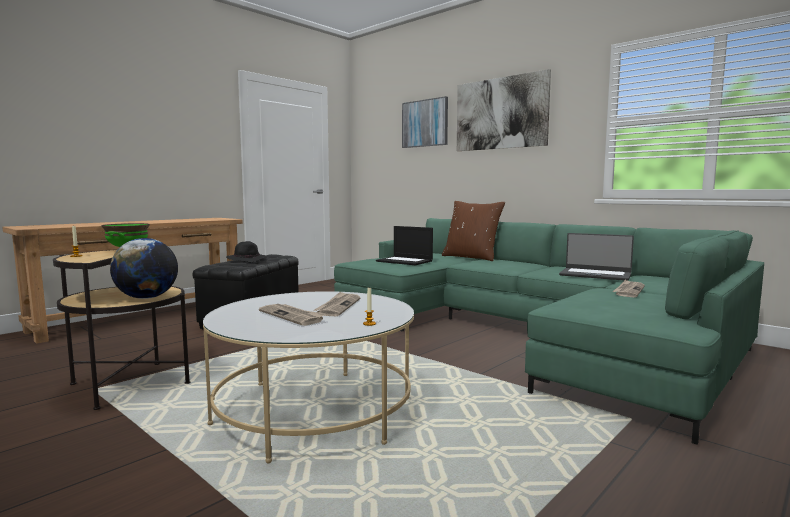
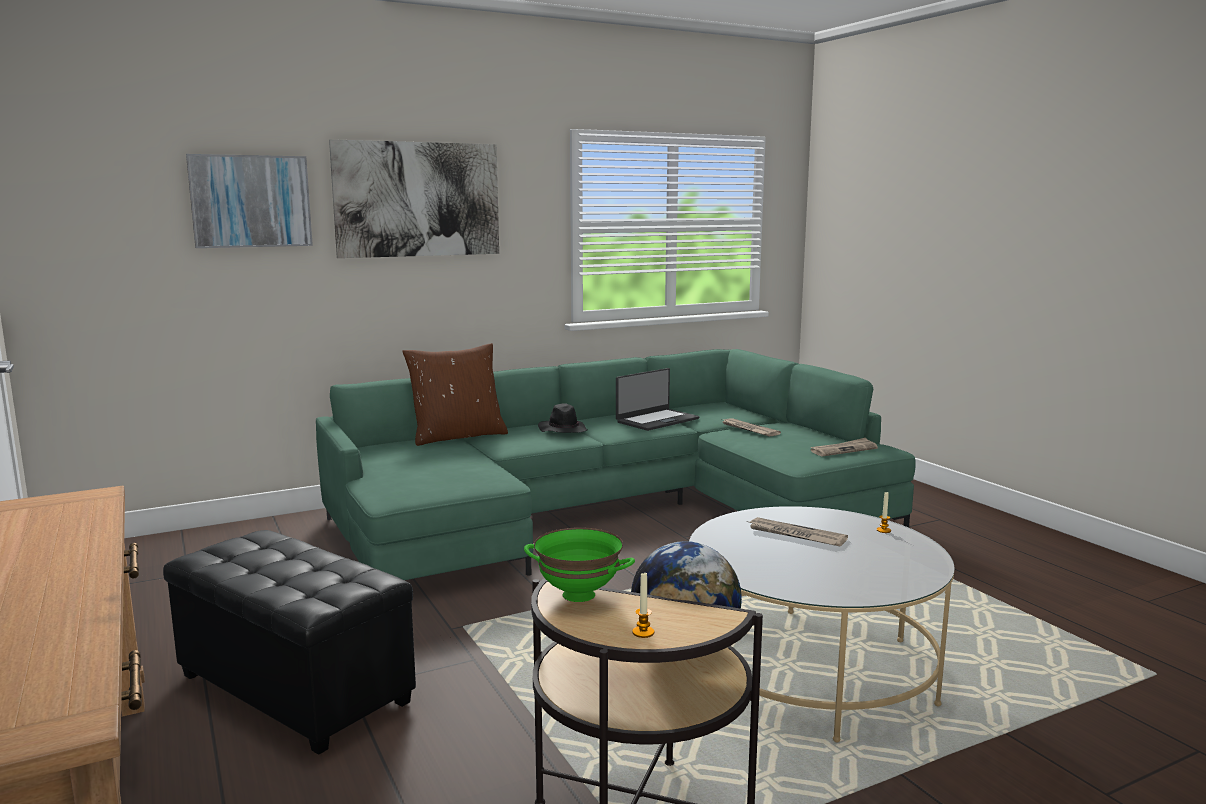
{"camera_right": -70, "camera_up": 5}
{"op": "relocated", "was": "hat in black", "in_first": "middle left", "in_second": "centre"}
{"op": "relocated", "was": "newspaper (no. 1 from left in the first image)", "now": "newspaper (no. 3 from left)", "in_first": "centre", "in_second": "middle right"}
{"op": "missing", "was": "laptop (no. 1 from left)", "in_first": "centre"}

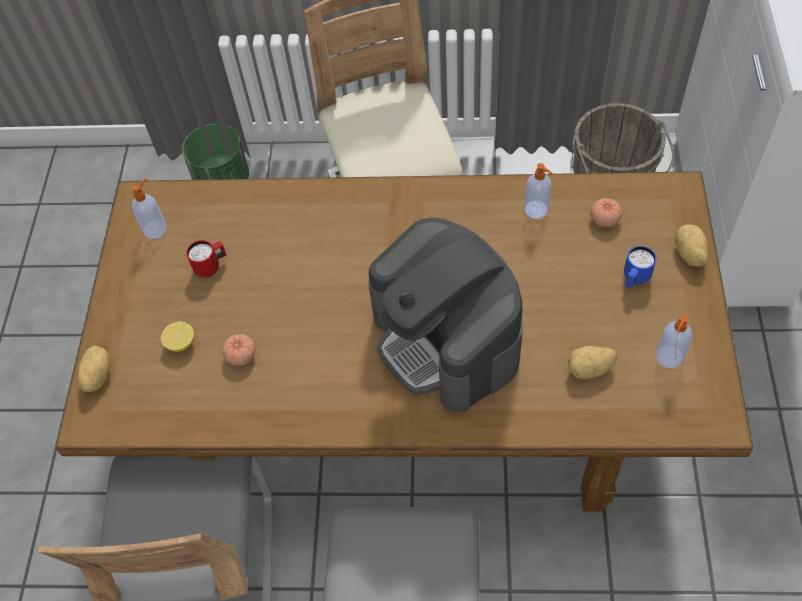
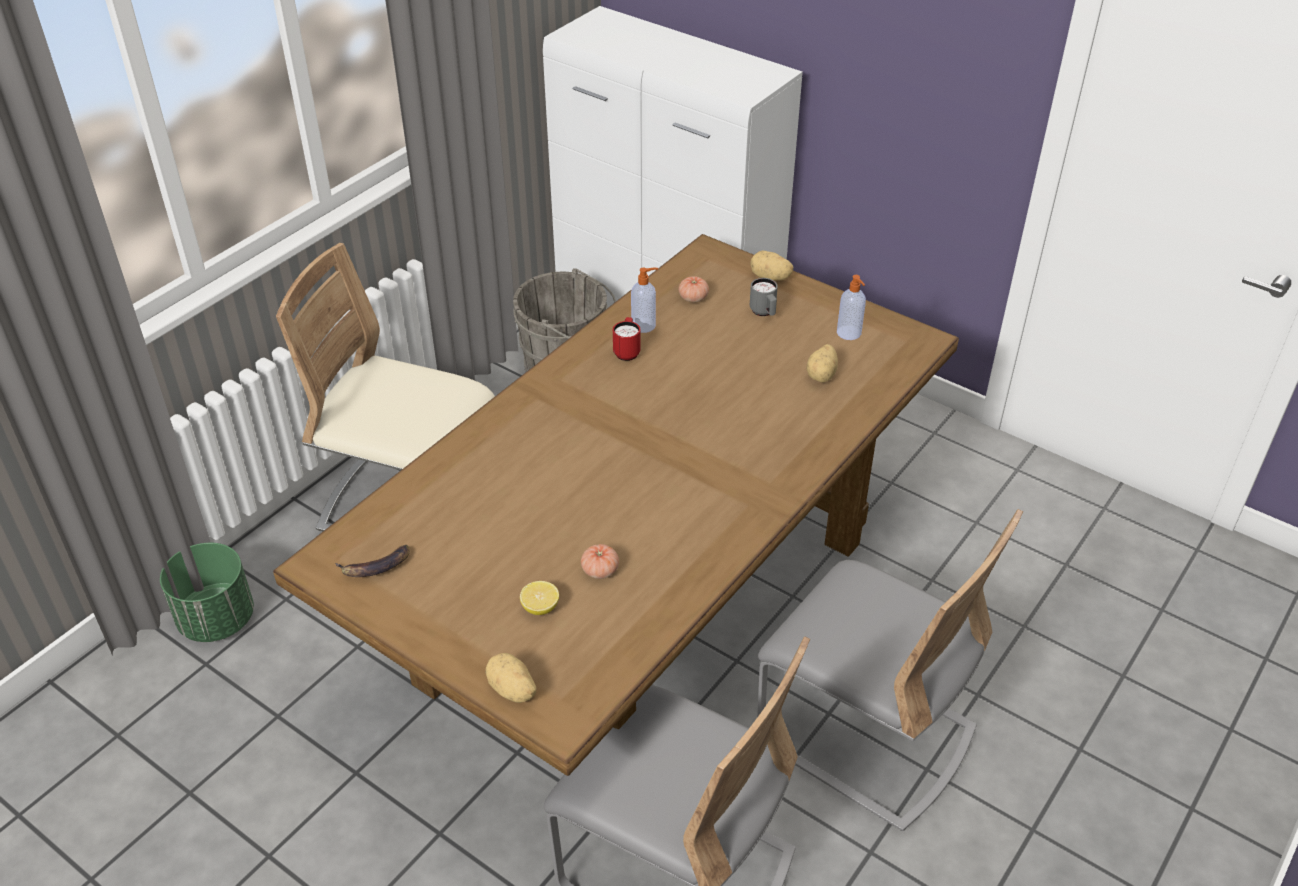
{"camera_right": -60, "camera_up": -15}
{"op": "exchanged", "was": "soap dispenser (no. 1 from left)", "now": "banana", "in_first": "middle left", "in_second": "middle left"}
{"op": "relocated", "was": "mug in red", "in_first": "middle left", "in_second": "centre"}
{"op": "colour", "was": "mug in blue", "now": "mug in grey", "in_first": "middle right", "in_second": "centre"}
{"op": "missing", "was": "coffee machine", "in_first": "centre"}

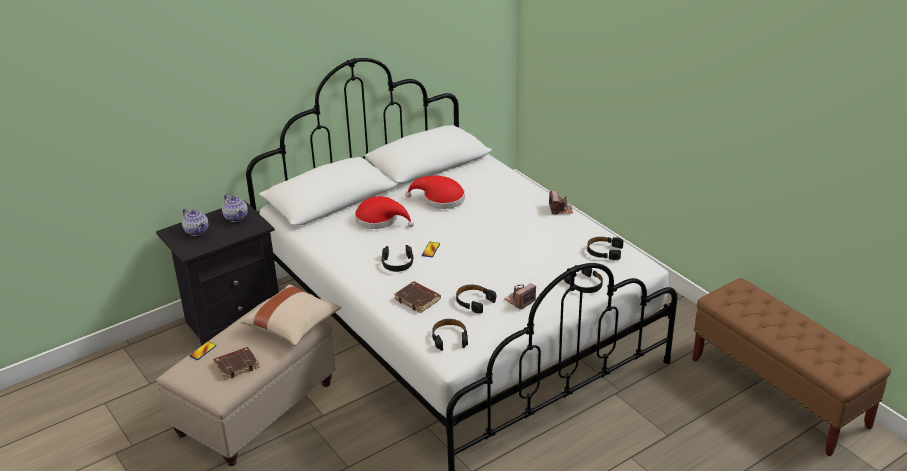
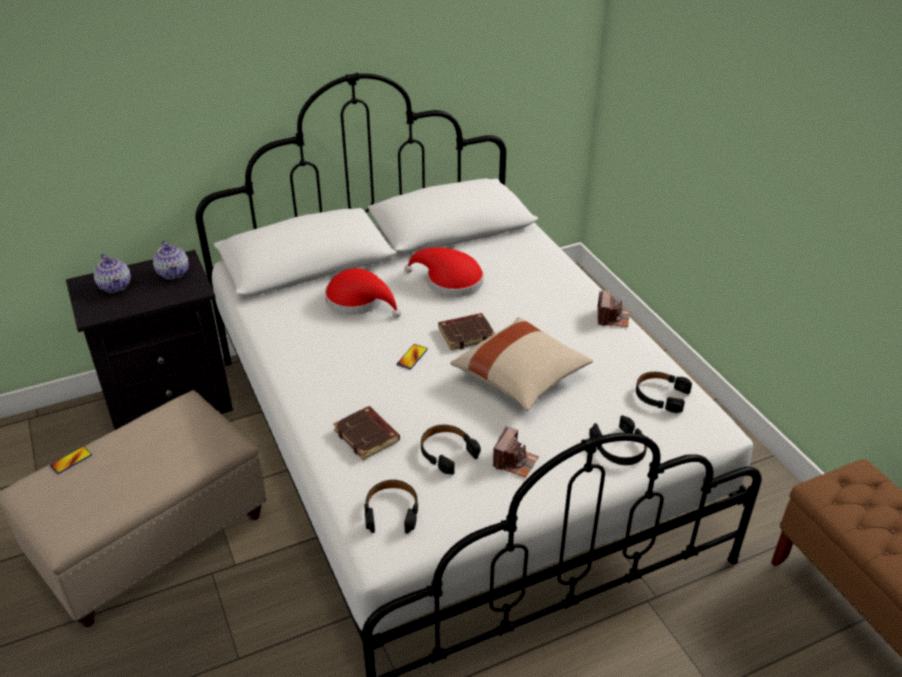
{"camera_right": 10, "camera_up": 5}
{"op": "relocated", "was": "book in brown (no. 1 from left in the first image)", "now": "book in brown (no. 2 from left)", "in_first": "bottom left", "in_second": "centre"}
{"op": "relocated", "was": "pillow in beige", "in_first": "bottom left", "in_second": "centre"}
{"op": "spun", "was": "photo camera (no. 1 from left)", "in_first": "centre", "in_second": "bottom centre", "clockwise": 150}
{"op": "missing", "was": "headphones in black (no. 1 from left)", "in_first": "centre"}

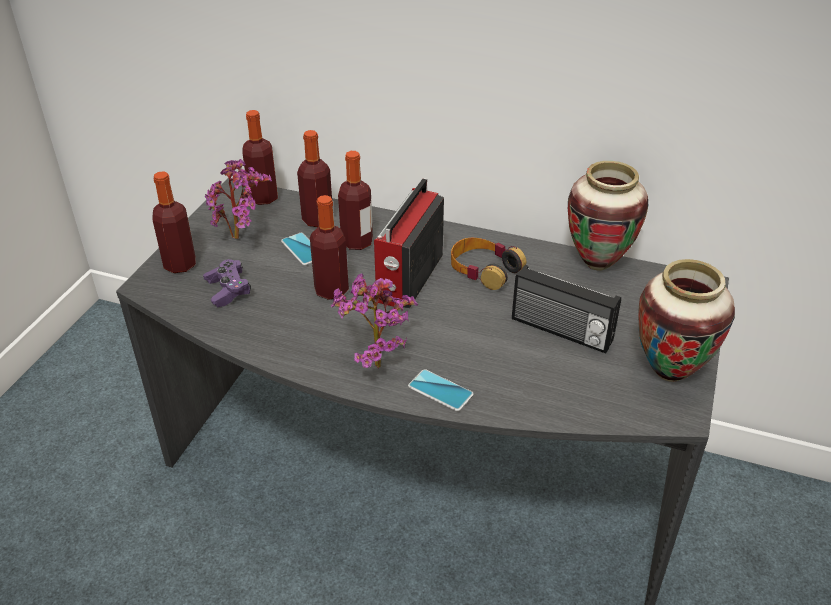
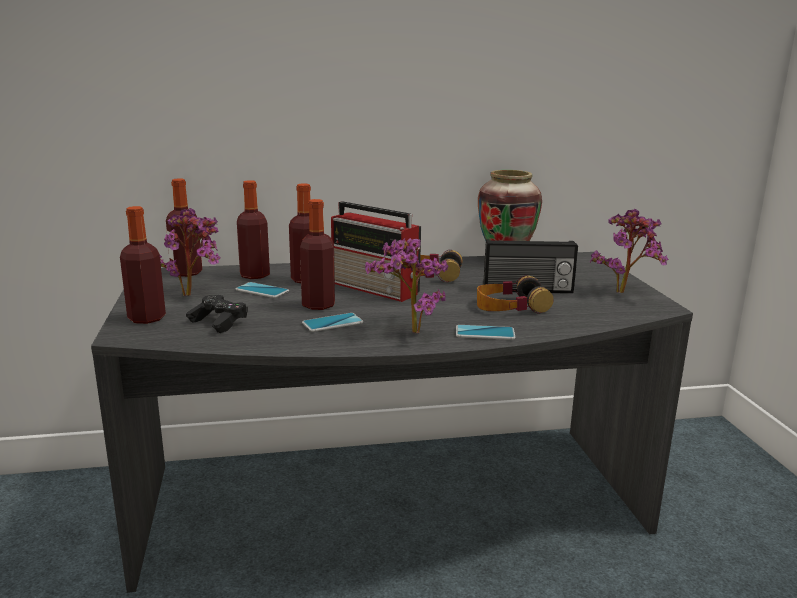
{"camera_right": -30, "camera_up": -20}
{"op": "colour", "was": "game controller in purple", "now": "game controller in black", "in_first": "middle left", "in_second": "middle left"}
{"op": "appeared", "now": "phone (no. 2 from left)", "in_second": "centre"}
{"op": "spun", "was": "radio (no. 1 from left)", "in_first": "centre", "in_second": "centre", "clockwise": -45}
{"op": "appeared", "now": "headphones (no. 2 from left)", "in_second": "centre"}
{"op": "exchanged", "was": "vase (no. 2 from left)", "now": "potted plant (no. 3 from left)", "in_first": "middle right", "in_second": "middle right"}

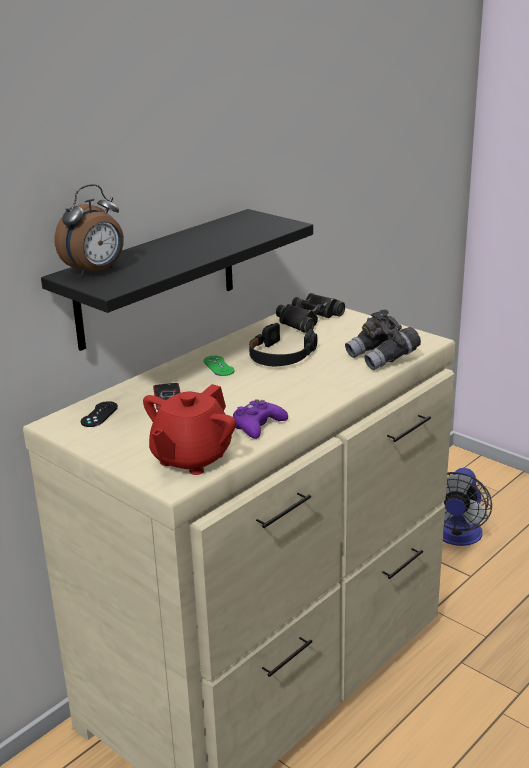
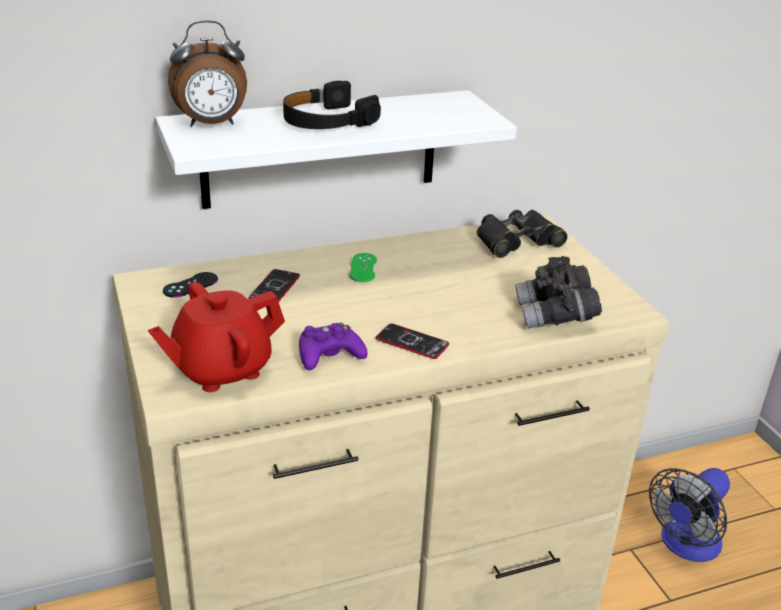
{"camera_right": 25, "camera_up": 5}
{"op": "colour", "was": "shelf in black", "now": "shelf in white", "in_first": "centre", "in_second": "top centre"}
{"op": "relocated", "was": "headphones in black", "in_first": "centre", "in_second": "top centre"}
{"op": "appeared", "now": "phone (no. 2 from left)", "in_second": "centre"}

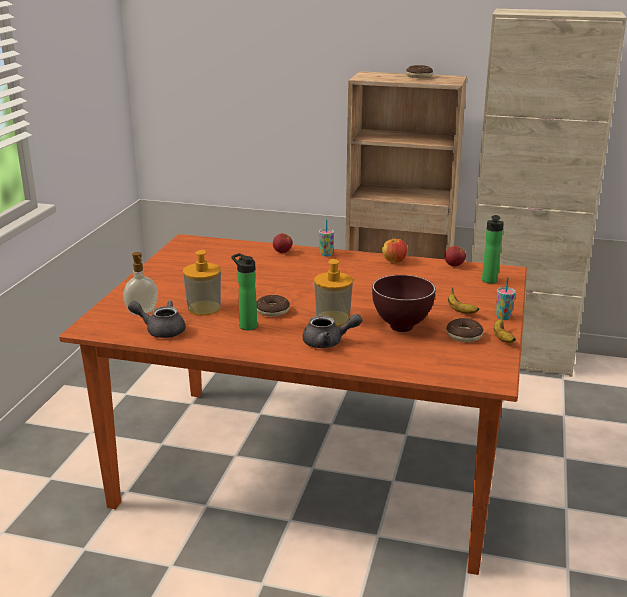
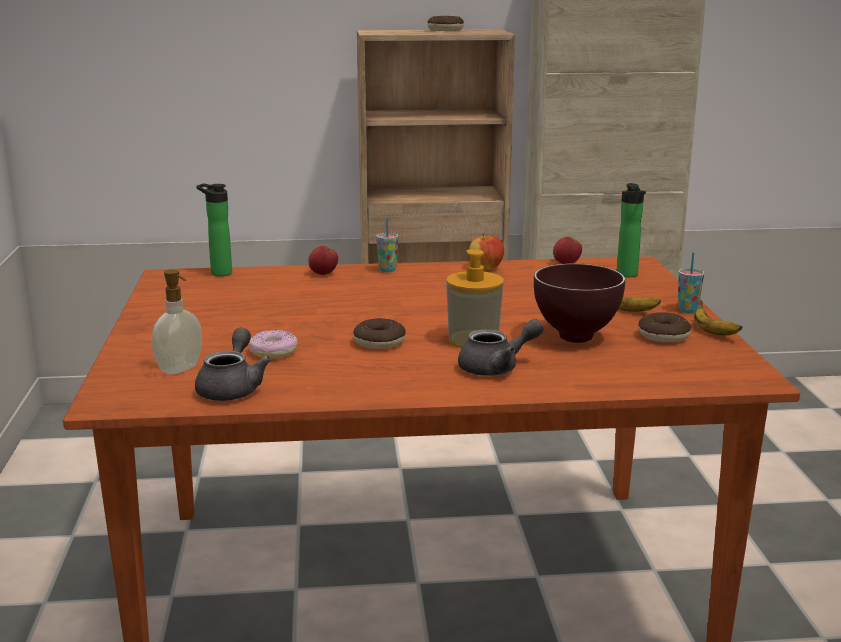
{"camera_right": -20, "camera_up": -5}
{"op": "spun", "was": "teapot in grey (no. 1 from left)", "in_first": "middle left", "in_second": "middle left", "clockwise": 105}
{"op": "relocated", "was": "bottle (no. 1 from left)", "in_first": "centre", "in_second": "middle left"}
{"op": "exchanged", "was": "soap dispenser (no. 2 from left)", "now": "donut (no. 1 from left)", "in_first": "middle left", "in_second": "middle left"}

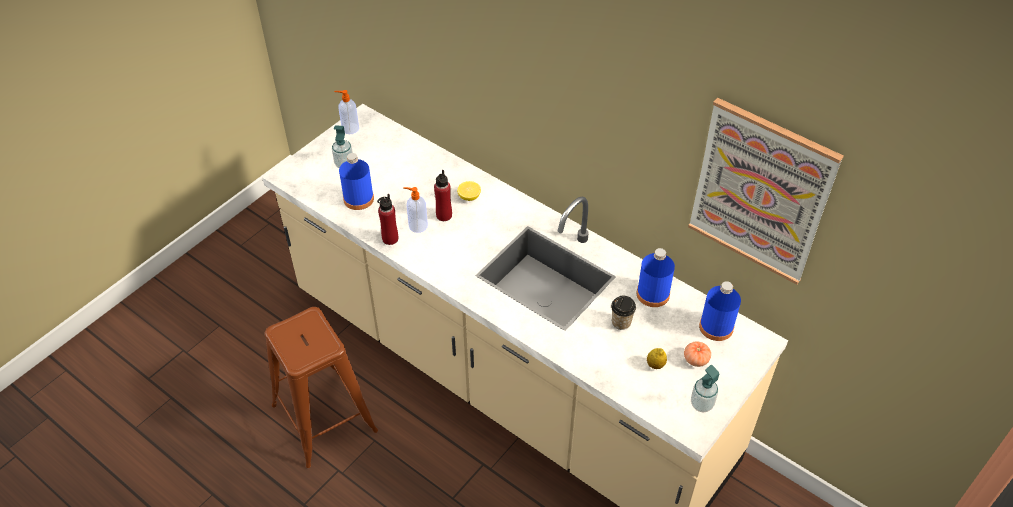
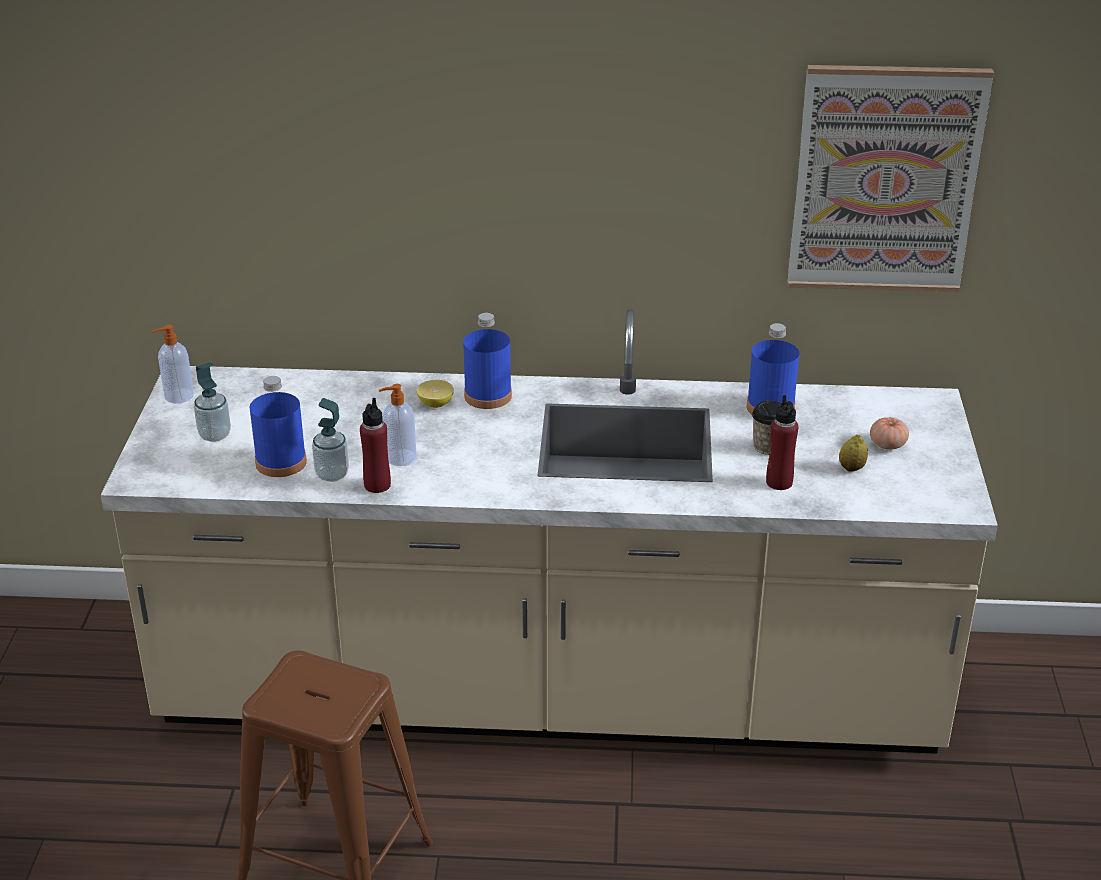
{"camera_right": -35, "camera_up": -15}
{"op": "relocated", "was": "soap dispenser (no. 4 from left in the first image)", "now": "soap dispenser (no. 3 from left)", "in_first": "bottom right", "in_second": "middle left"}
{"op": "relocated", "was": "bottle in blue (no. 3 from left in the first image)", "now": "bottle in blue (no. 2 from left)", "in_first": "middle right", "in_second": "centre"}
{"op": "relocated", "was": "bottle in red (no. 2 from left)", "in_first": "centre", "in_second": "middle right"}

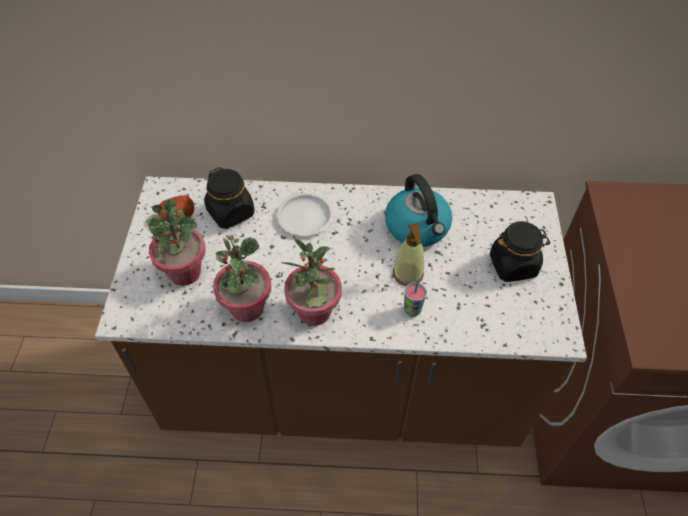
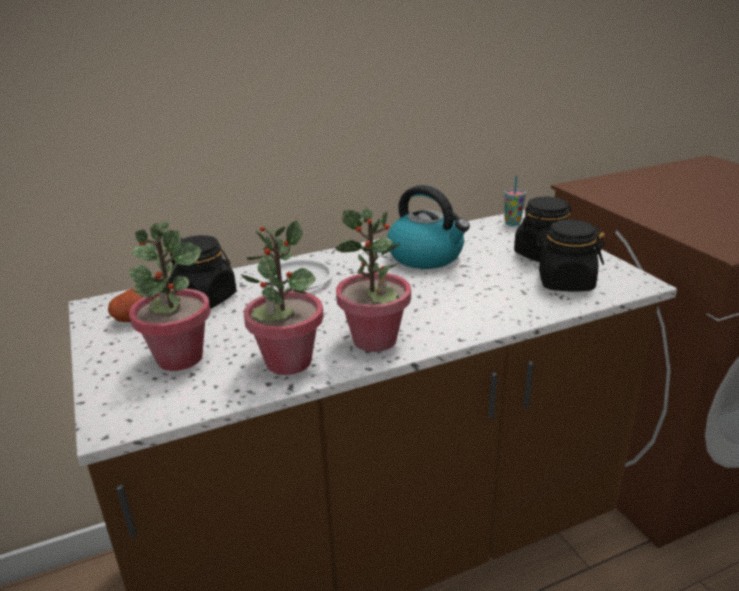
{"camera_right": -25, "camera_up": -25}
{"op": "relocated", "was": "cup", "in_first": "centre", "in_second": "middle right"}
{"op": "appeared", "now": "jar in black (no. 3 from left)", "in_second": "middle right"}
{"op": "missing", "was": "soap dispenser", "in_first": "centre"}

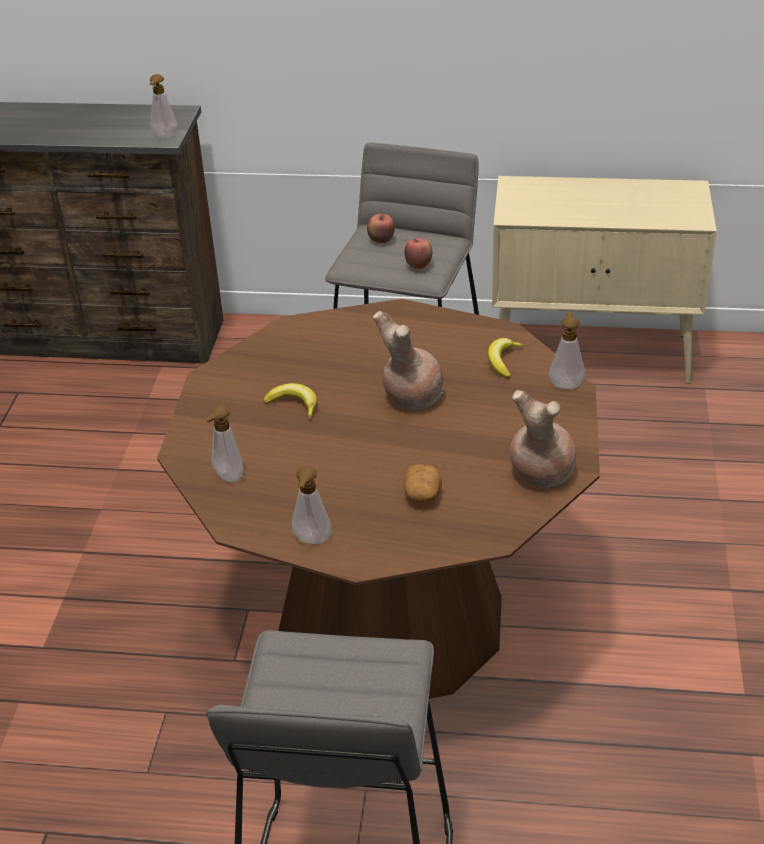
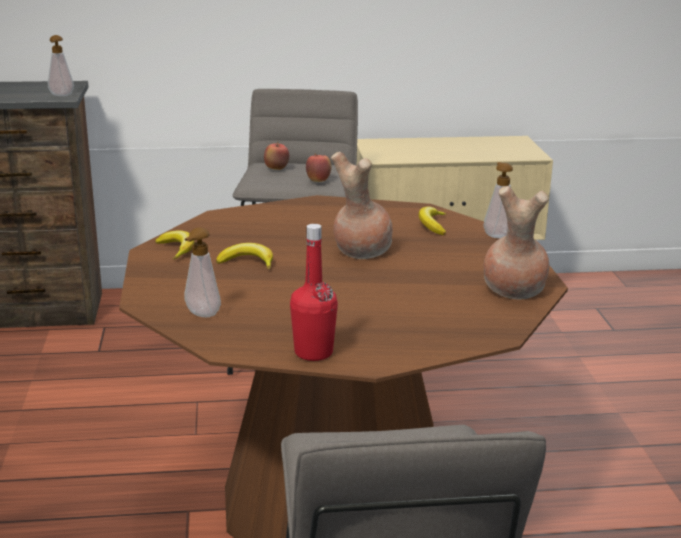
{"camera_right": -15, "camera_up": -15}
{"op": "appeared", "now": "banana (no. 1 from left)", "in_second": "middle left"}
{"op": "exchanged", "was": "soap dispenser (no. 3 from left)", "now": "bottle in red", "in_first": "centre", "in_second": "centre"}
{"op": "missing", "was": "potato", "in_first": "centre"}

